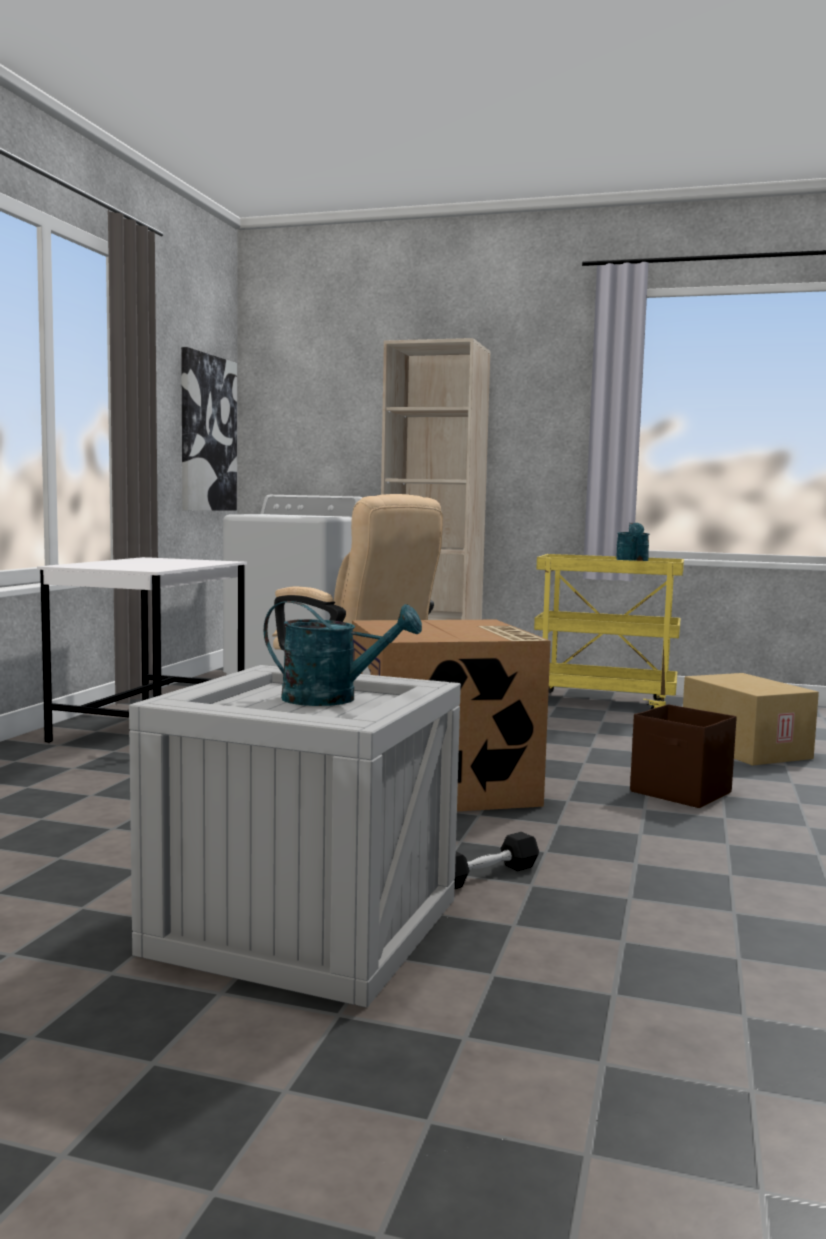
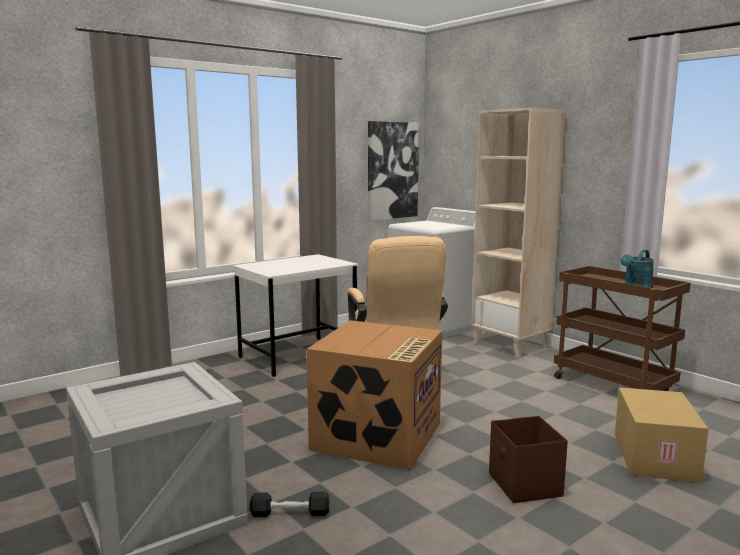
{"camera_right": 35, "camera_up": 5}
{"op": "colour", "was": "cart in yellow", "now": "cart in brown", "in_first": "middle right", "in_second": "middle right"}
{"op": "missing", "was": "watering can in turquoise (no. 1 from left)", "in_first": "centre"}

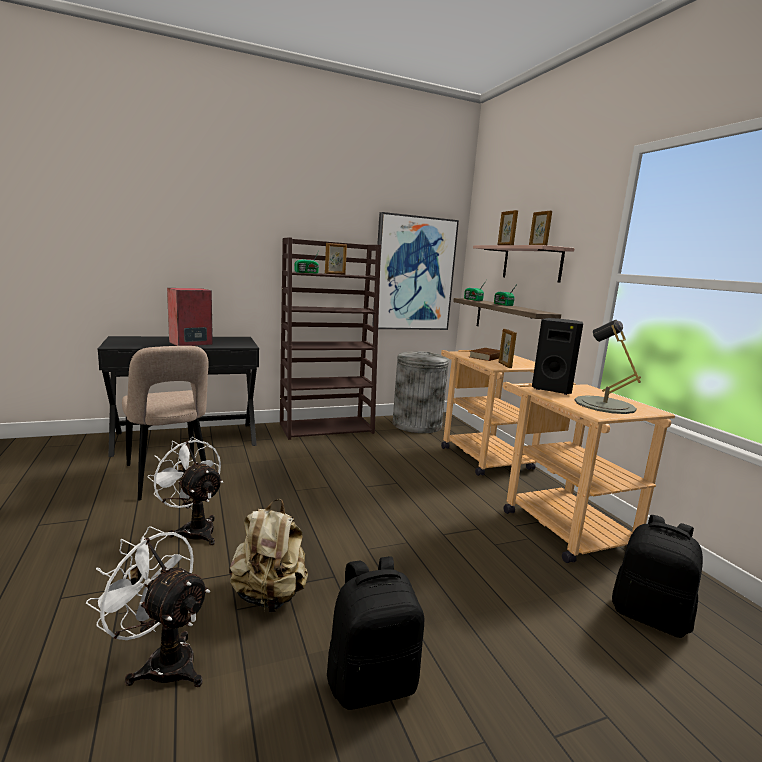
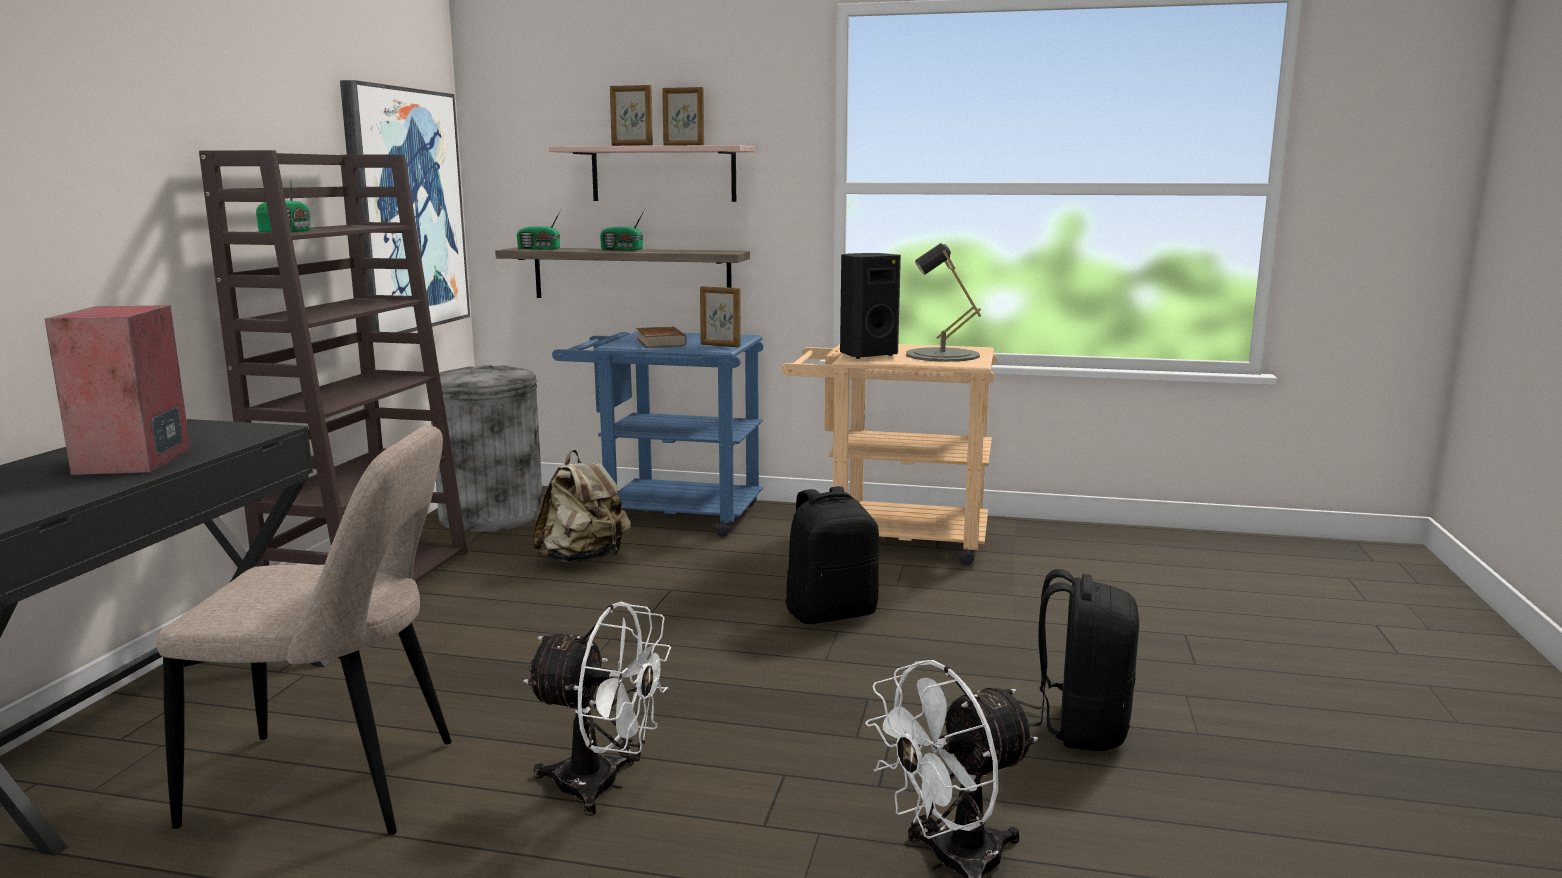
{"camera_right": -55, "camera_up": 0}
{"op": "spun", "was": "fan in white (no. 2 from left in the first image)", "in_first": "middle left", "in_second": "bottom centre", "clockwise": -150}
{"op": "relocated", "was": "backpack in beige", "in_first": "bottom centre", "in_second": "centre"}
{"op": "colour", "was": "cart in beige (no. 1 from left)", "now": "cart in blue", "in_first": "centre", "in_second": "centre"}
{"op": "relocated", "was": "backpack in black (no. 2 from left in the first image)", "now": "backpack in black (no. 1 from left)", "in_first": "bottom right", "in_second": "centre"}
{"op": "missing", "was": "picture frame (no. 1 from left)", "in_first": "centre"}

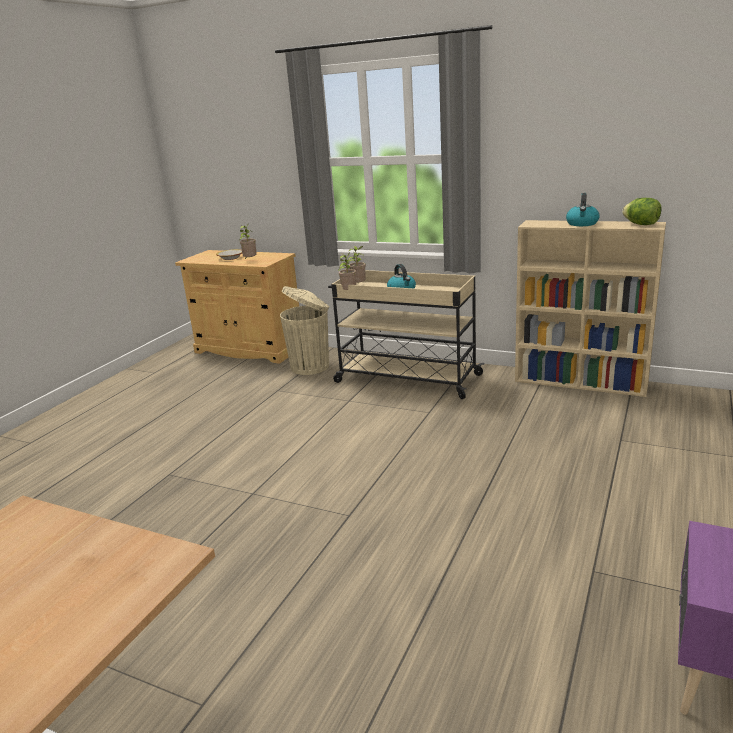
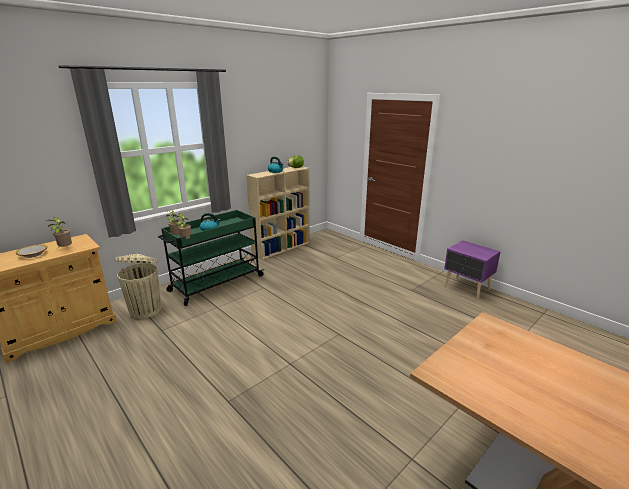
{"camera_right": -70, "camera_up": 0}
{"op": "colour", "was": "cart in beige", "now": "cart in green", "in_first": "centre", "in_second": "centre"}

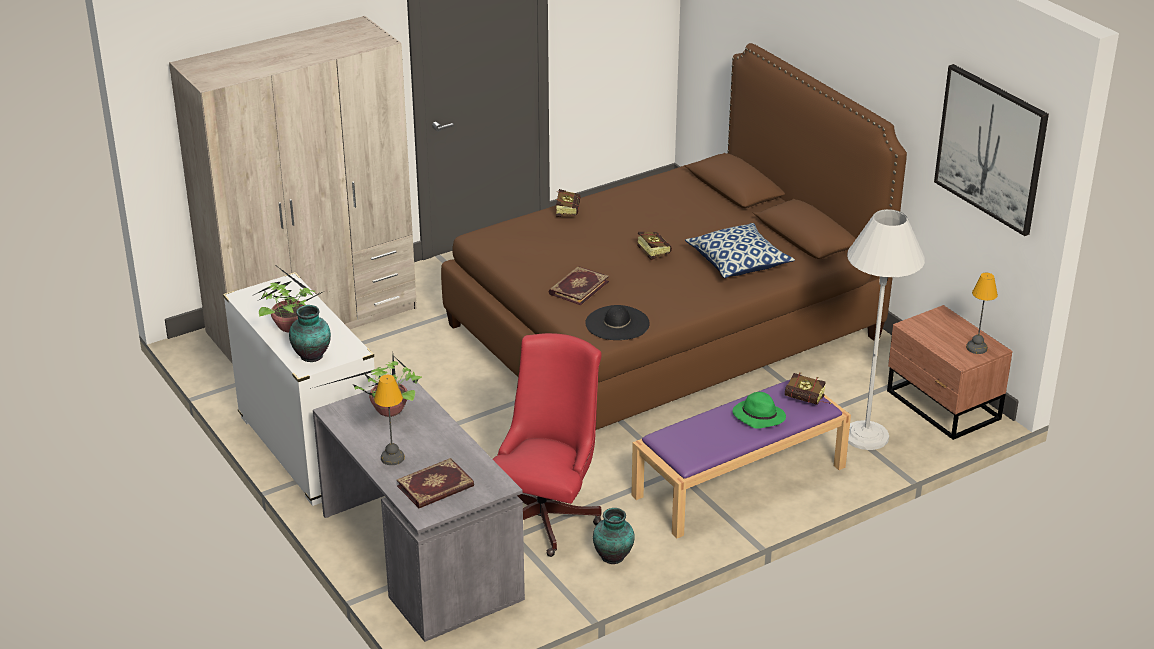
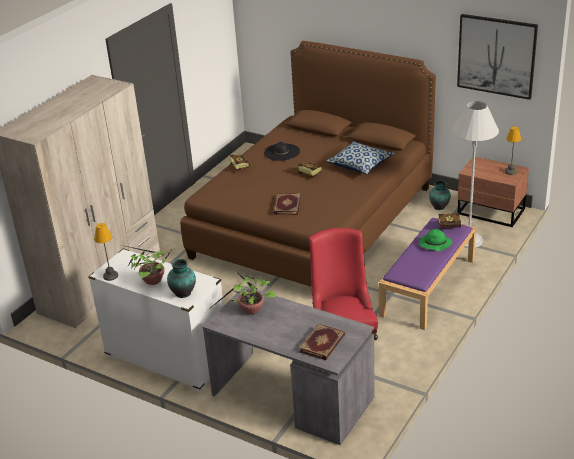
{"camera_right": -25, "camera_up": 0}
{"op": "relocated", "was": "table lamp (no. 1 from left)", "in_first": "centre", "in_second": "middle left"}
{"op": "relocated", "was": "hat in black", "in_first": "centre", "in_second": "top centre"}
{"op": "relocated", "was": "vase (no. 2 from left)", "in_first": "bottom centre", "in_second": "middle right"}

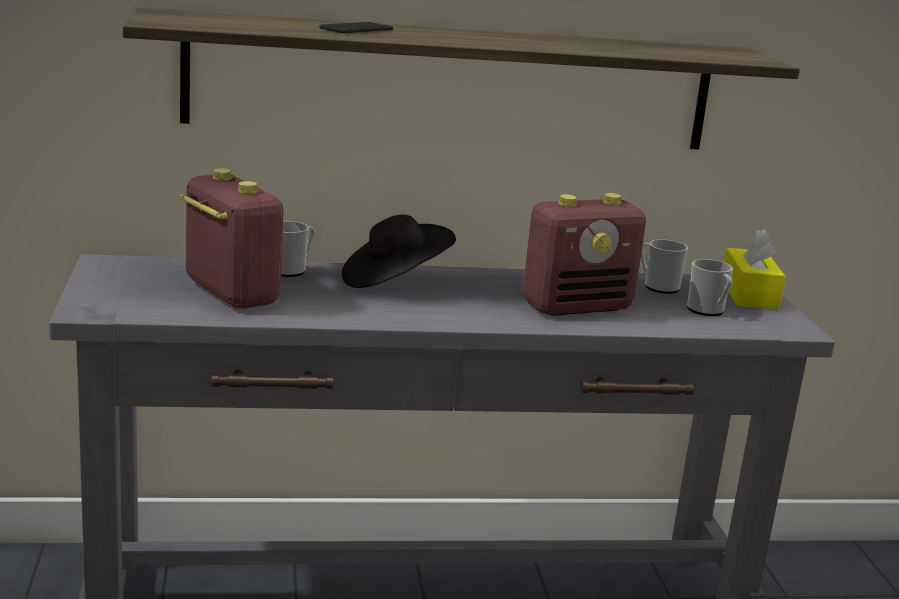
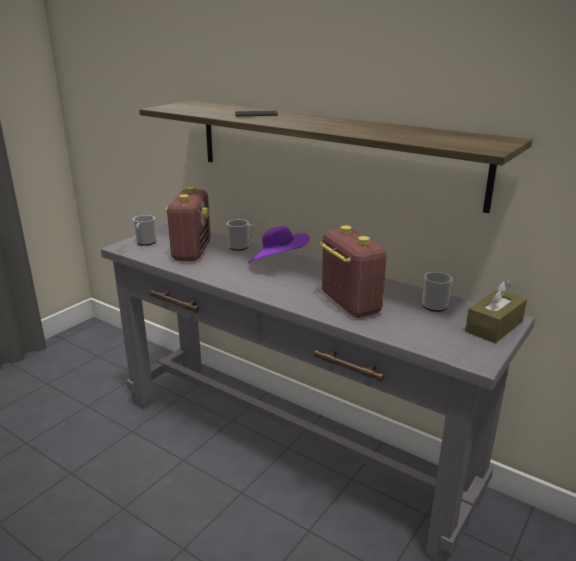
{"camera_right": 45, "camera_up": 5}
{"op": "relocated", "was": "mug (no. 3 from left in the first image)", "now": "mug (no. 1 from left)", "in_first": "middle right", "in_second": "middle left"}
{"op": "colour", "was": "hat in black", "now": "hat in purple", "in_first": "centre", "in_second": "centre"}
{"op": "spun", "was": "radio (no. 2 from left)", "in_first": "centre", "in_second": "centre", "clockwise": -135}
{"op": "colour", "was": "tissue box in yellow", "now": "tissue box in brown", "in_first": "middle right", "in_second": "middle right"}

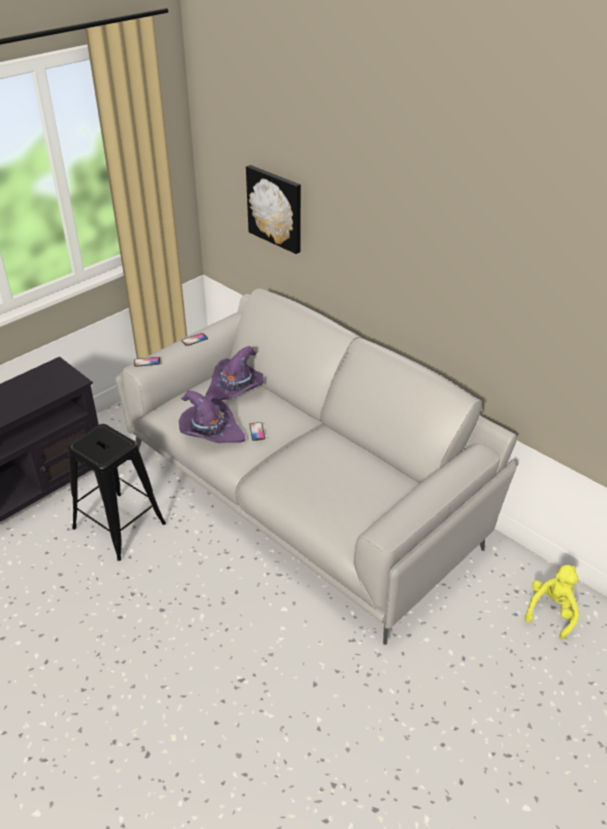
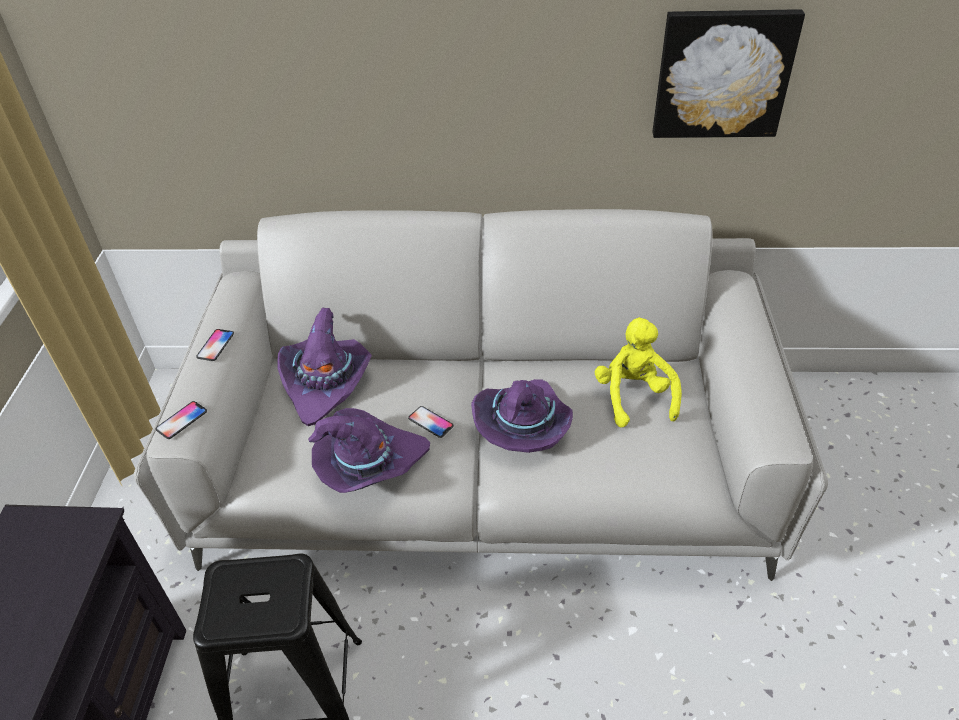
{"camera_right": -40, "camera_up": 5}
{"op": "appeared", "now": "hat in purple (no. 3 from left)", "in_second": "centre"}
{"op": "relocated", "was": "plush toy in yellow", "in_first": "bottom right", "in_second": "centre"}
{"op": "relocated", "was": "picture", "in_first": "top centre", "in_second": "top right"}

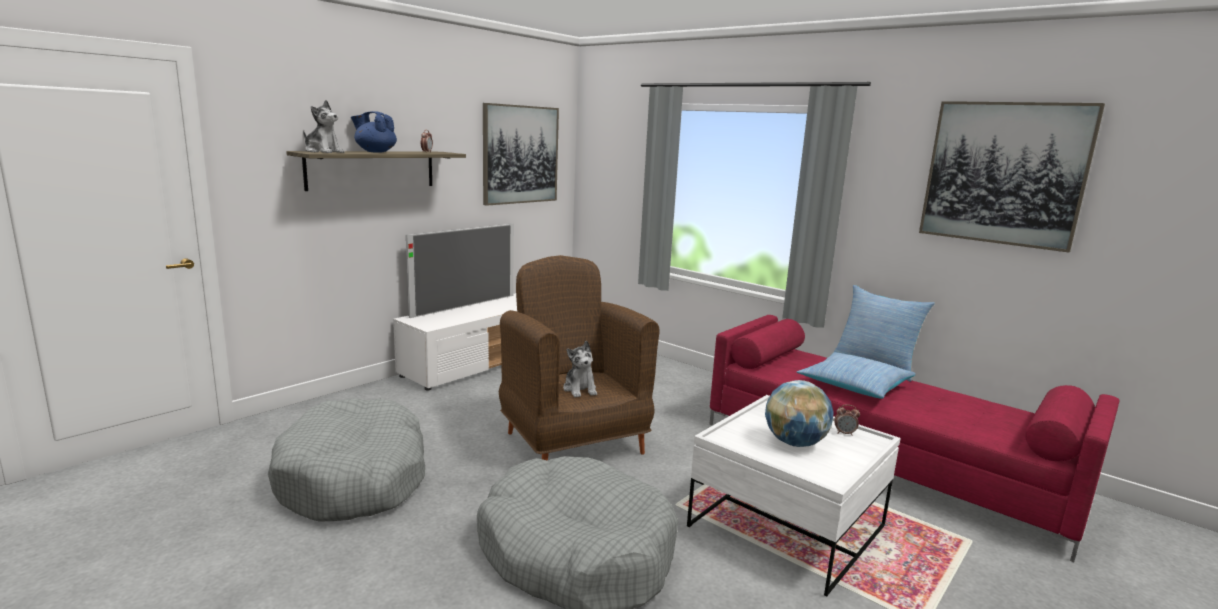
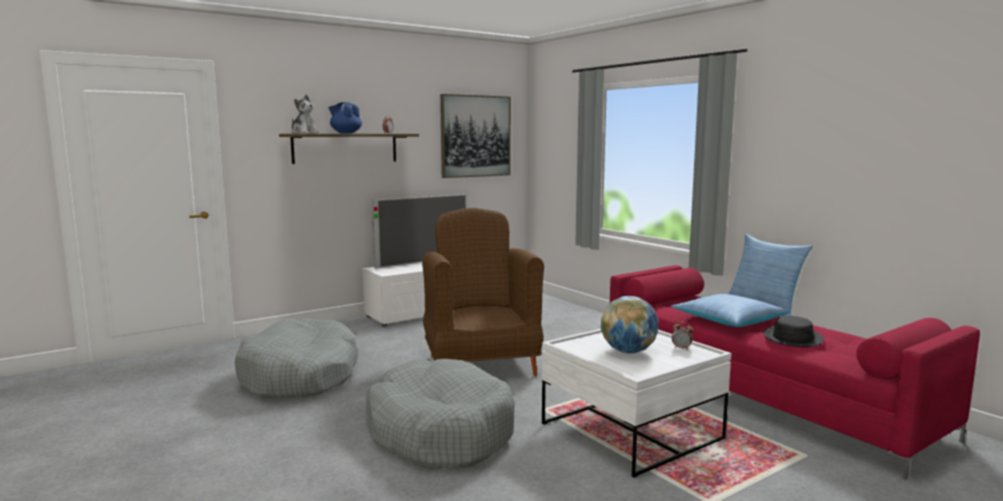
{"camera_right": 15, "camera_up": -5}
{"op": "appeared", "now": "hat in black", "in_second": "middle right"}
{"op": "missing", "was": "plush toy (no. 2 from left)", "in_first": "centre"}
{"op": "missing", "was": "picture (no. 2 from left)", "in_first": "top right"}

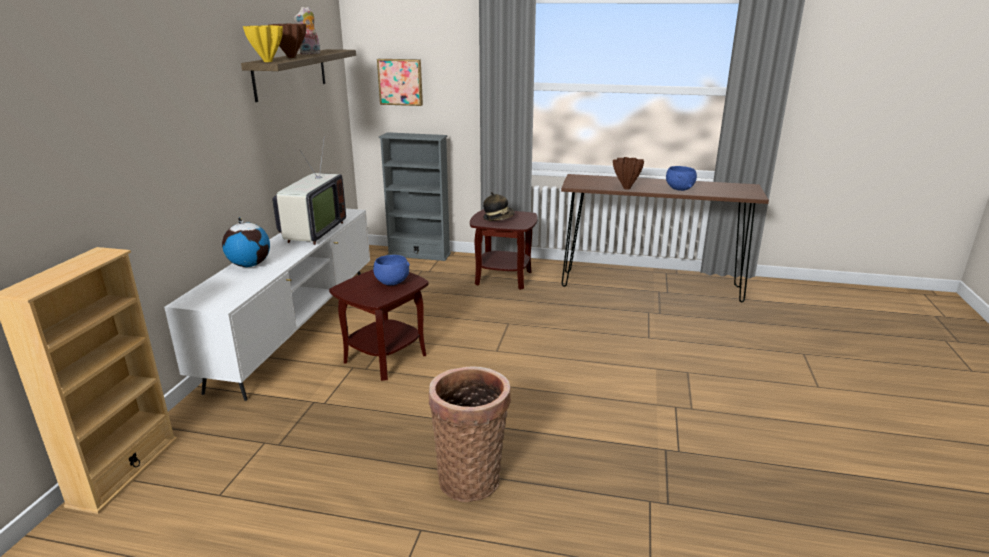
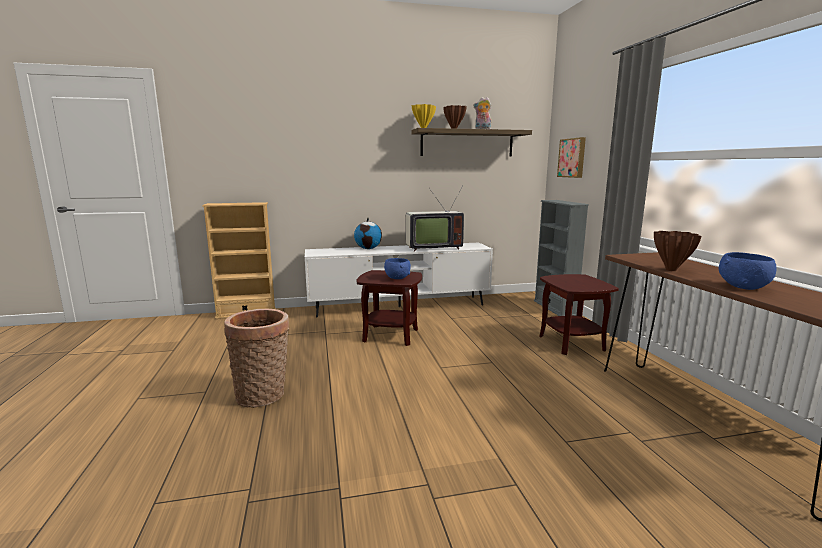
{"camera_right": 65, "camera_up": -10}
{"op": "missing", "was": "hat", "in_first": "centre"}

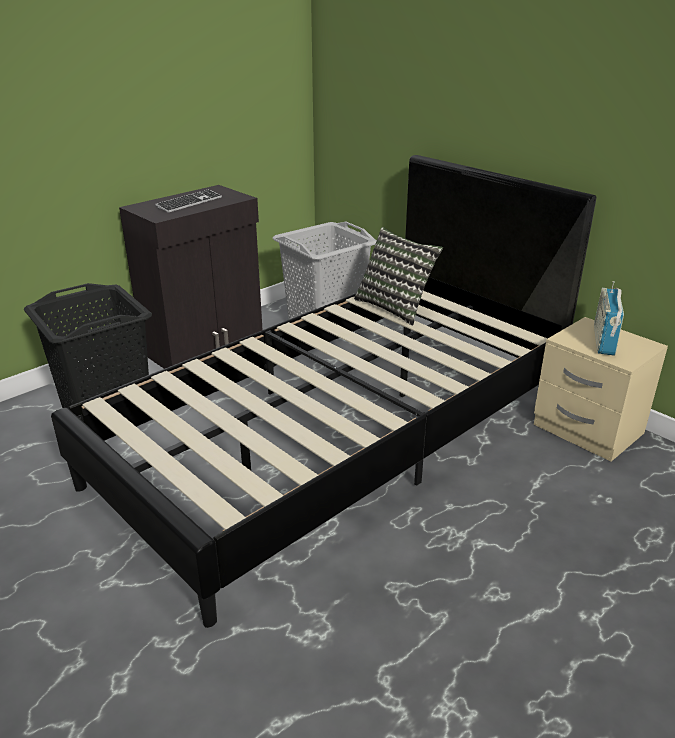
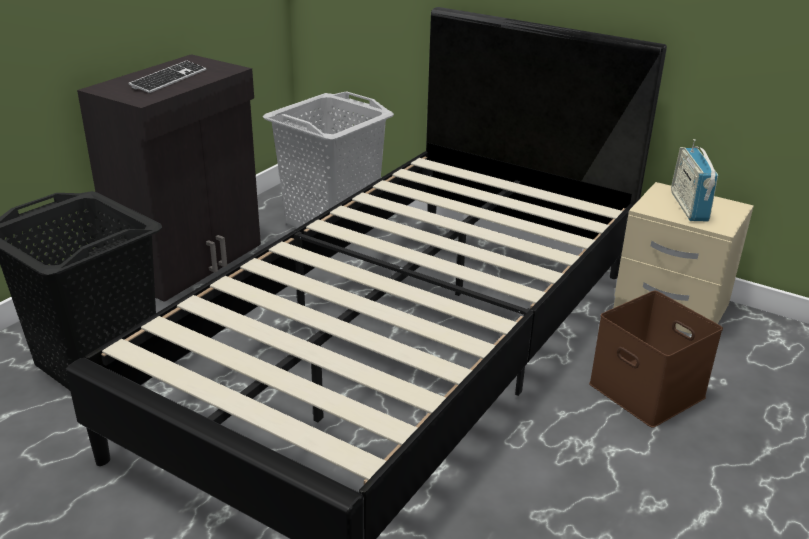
{"camera_right": -15, "camera_up": 0}
{"op": "appeared", "now": "storage box in brown", "in_second": "middle right"}
{"op": "missing", "was": "pillow", "in_first": "centre"}

